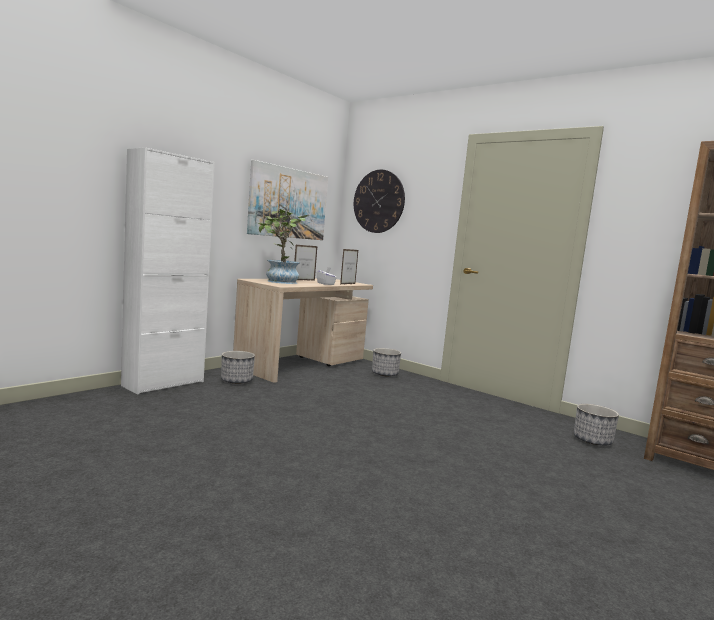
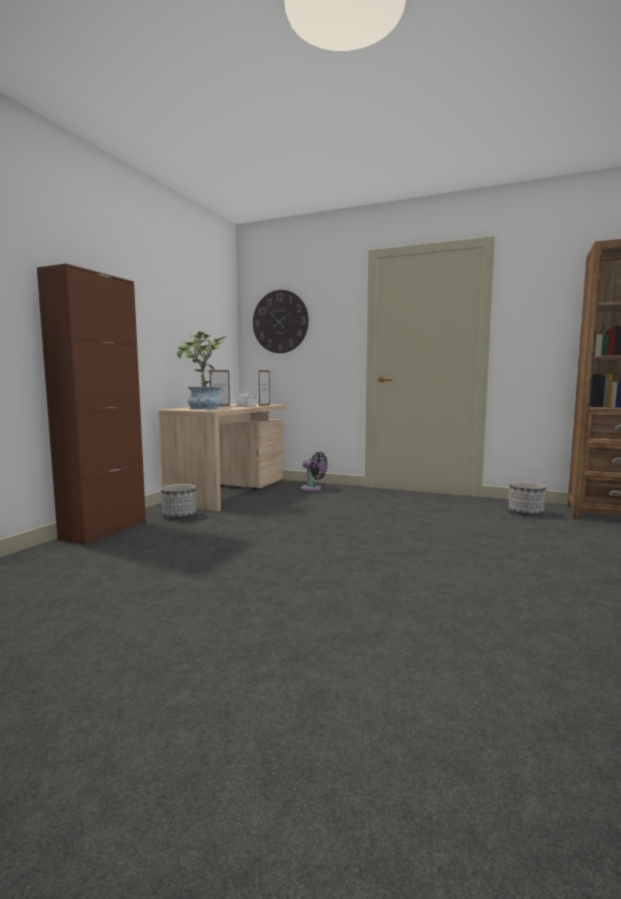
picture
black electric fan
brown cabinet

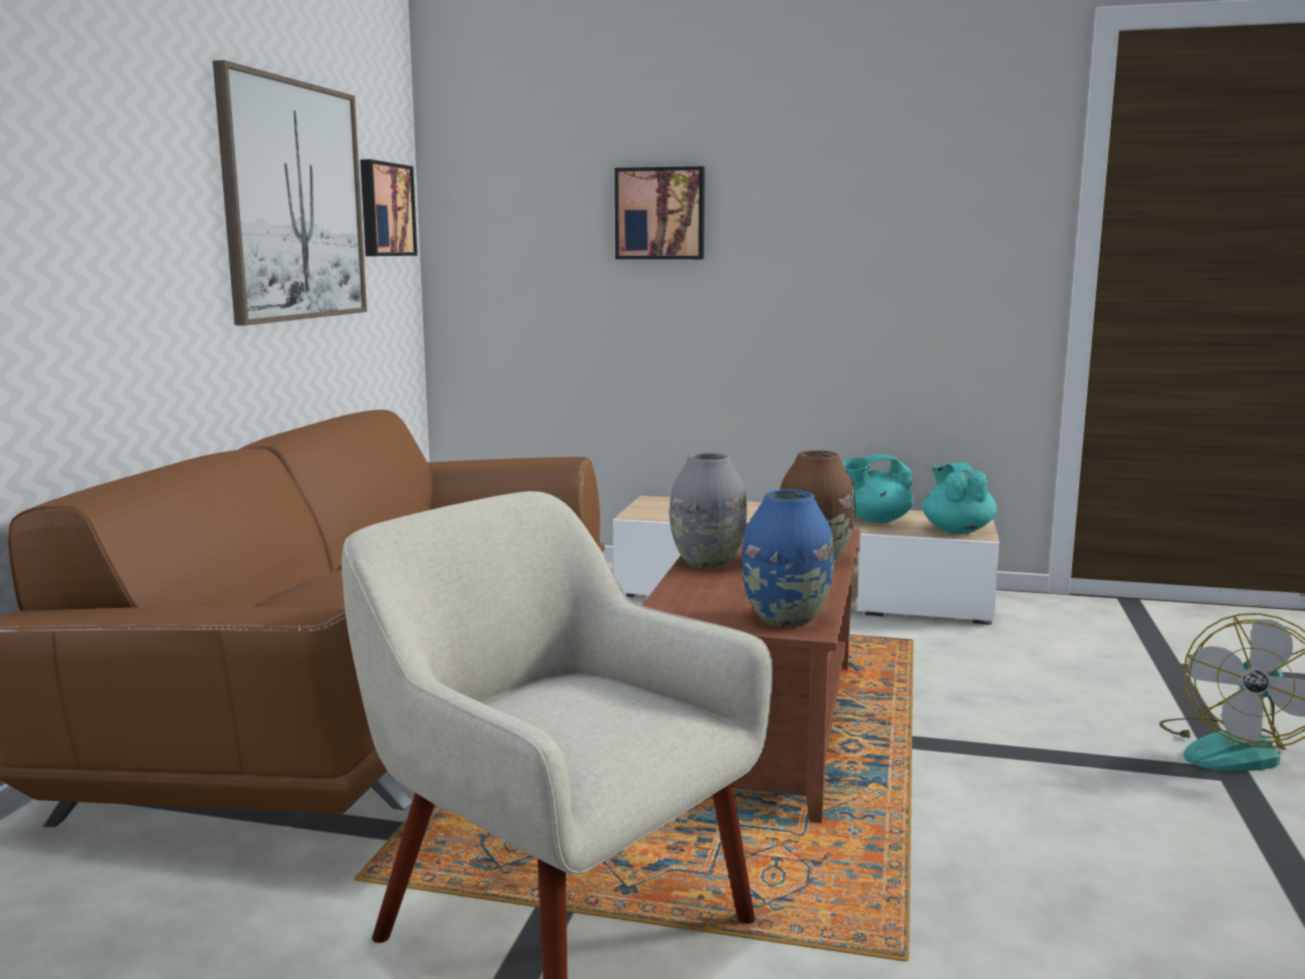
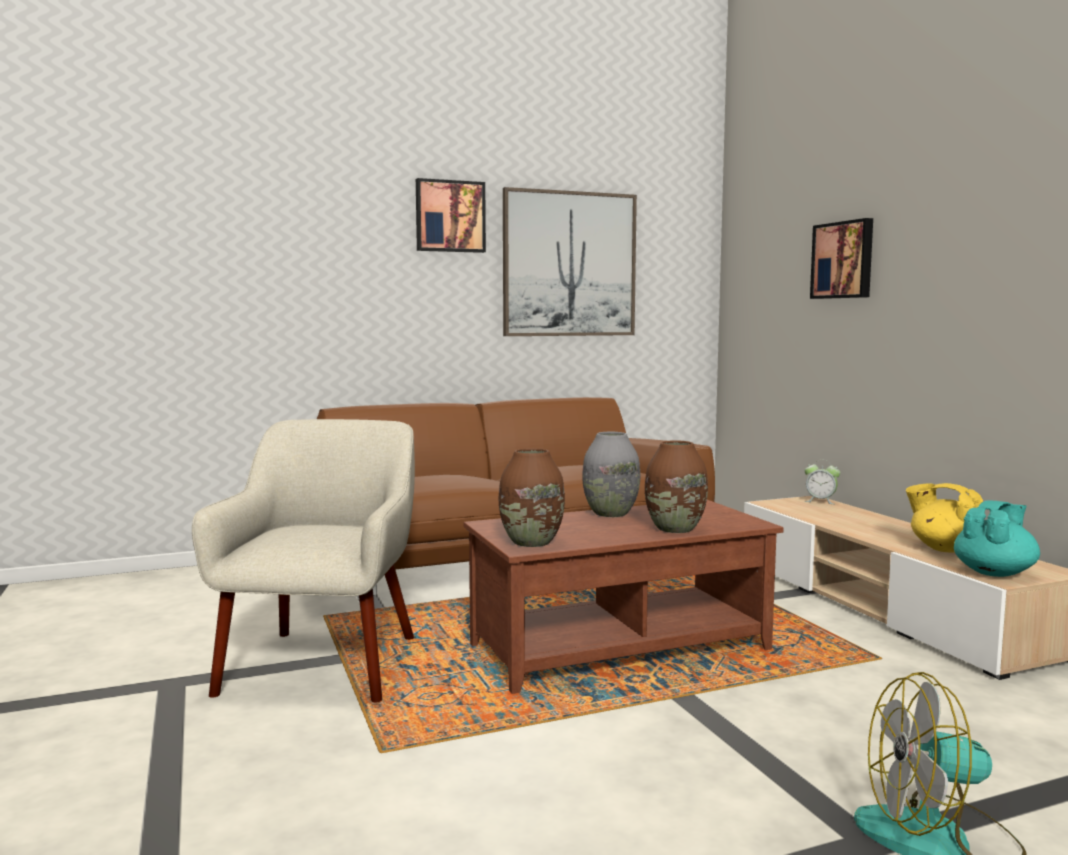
alarm clock
picture (no. 1 from left)
brown decorative vase (no. 1 from left)
yellow-coloured tea pot

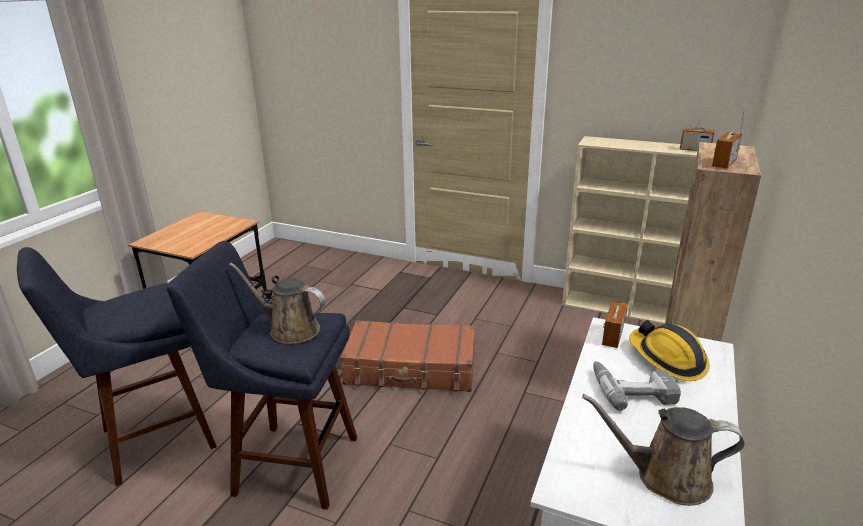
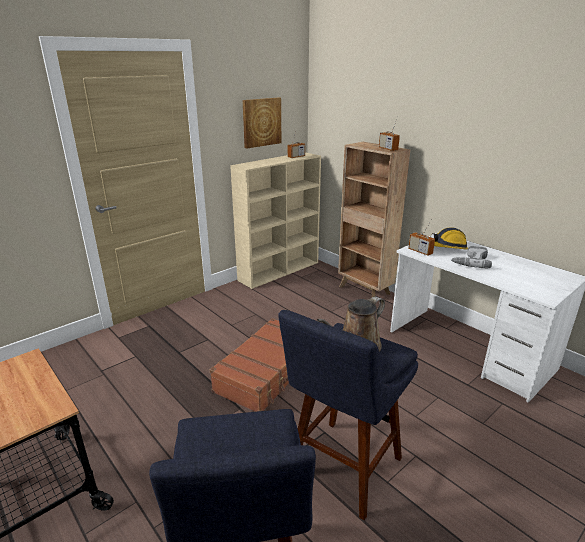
brown sprinkling can (no. 2 from left in the first image)
picture

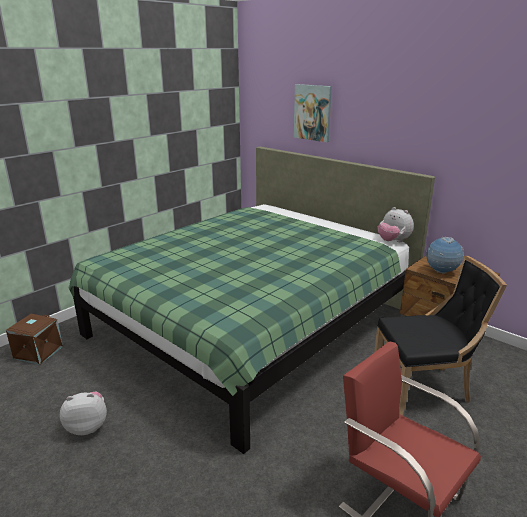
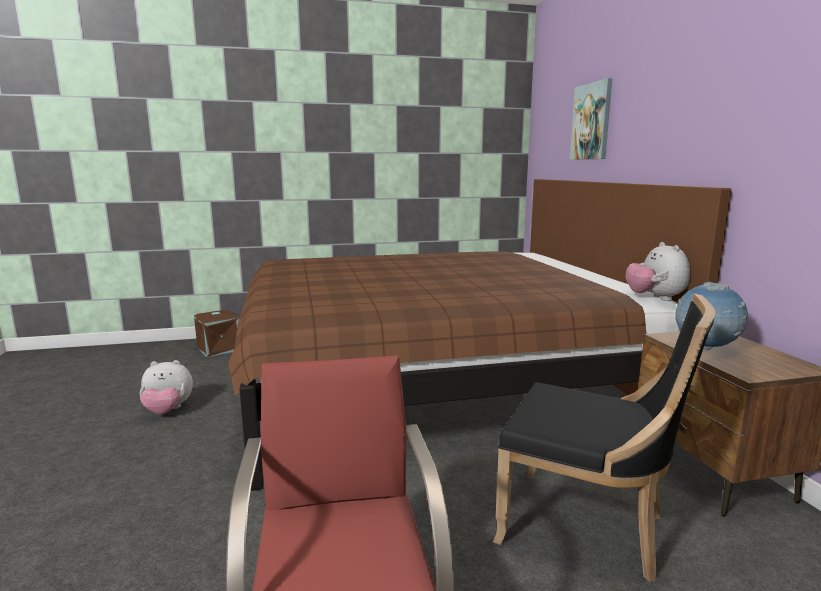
brown bed
cuddly toy (no. 1 from left)

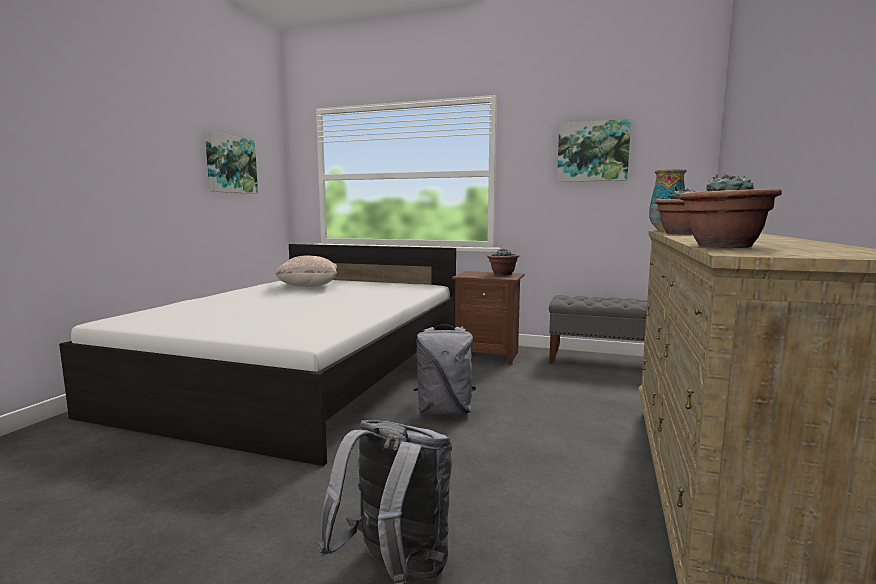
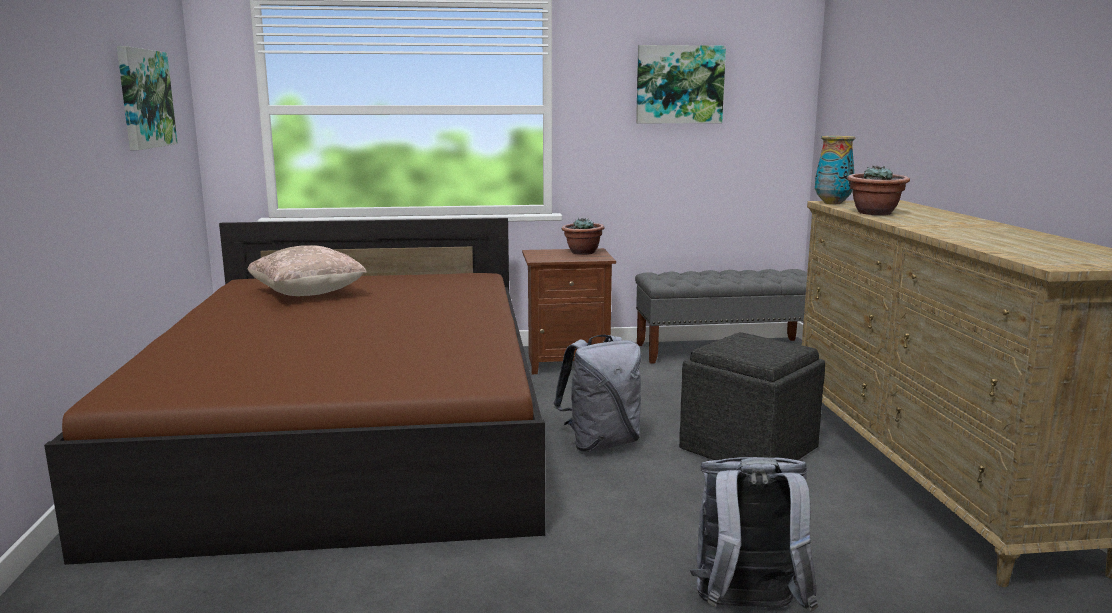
houseplant (no. 3 from left in the first image)
grey pouffe
brown bed

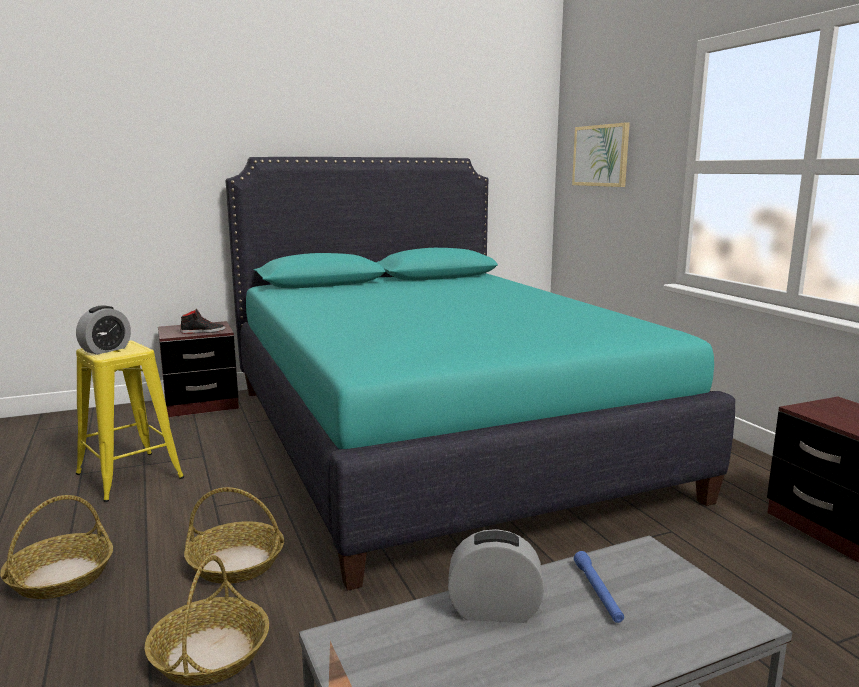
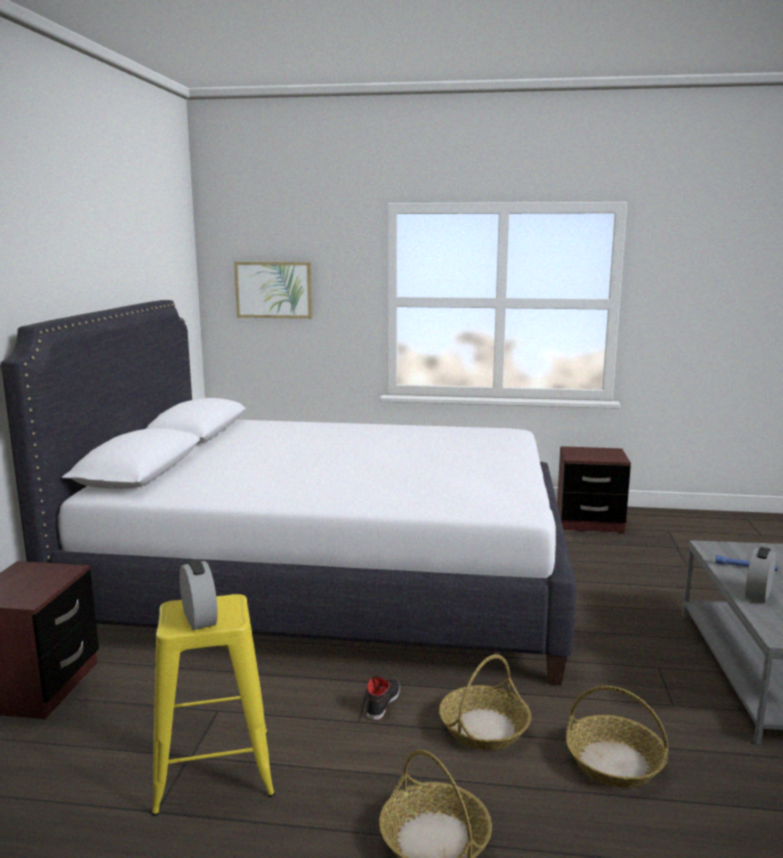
black item of footwear
whitish bed

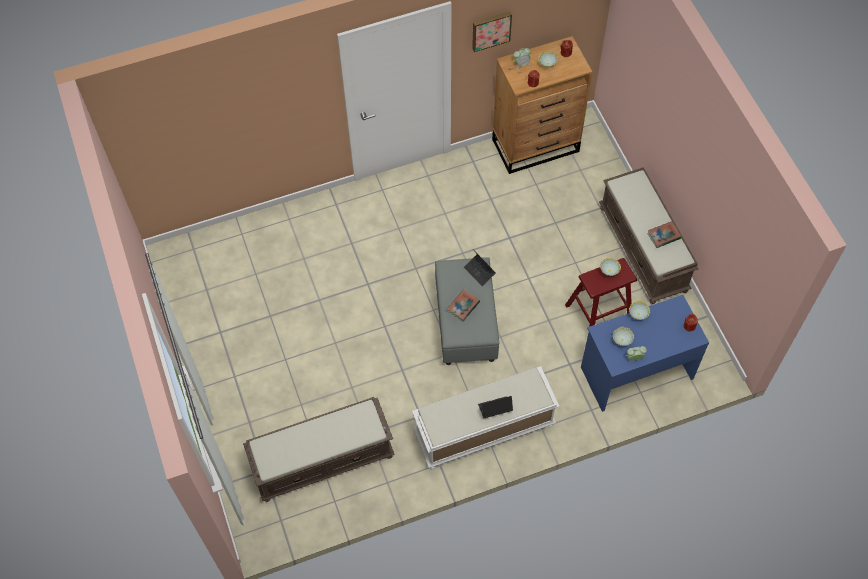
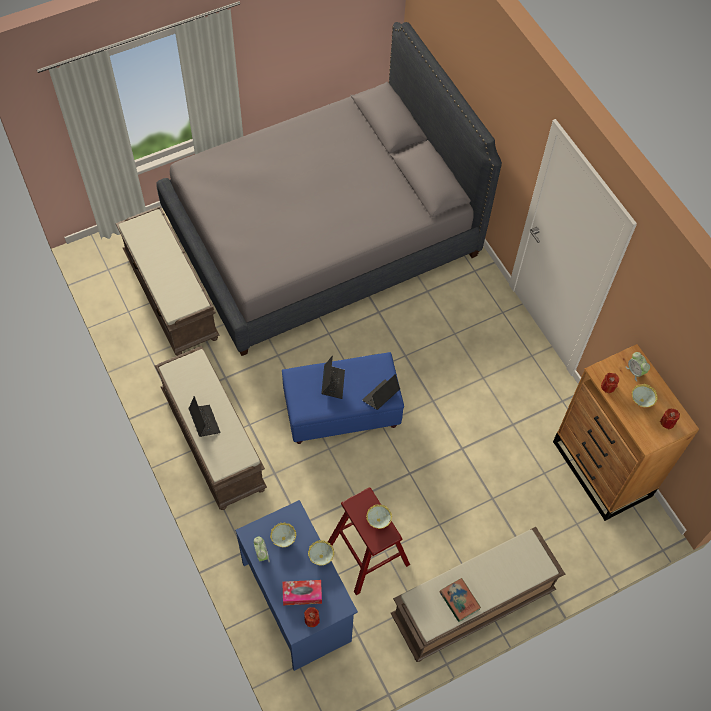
picture
grey bed
tissue box
notebook computer (no. 2 from left)
brown long seat (no. 2 from left)
bluish pouffe

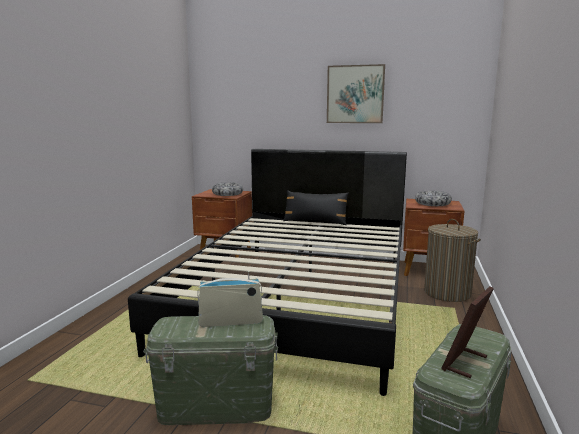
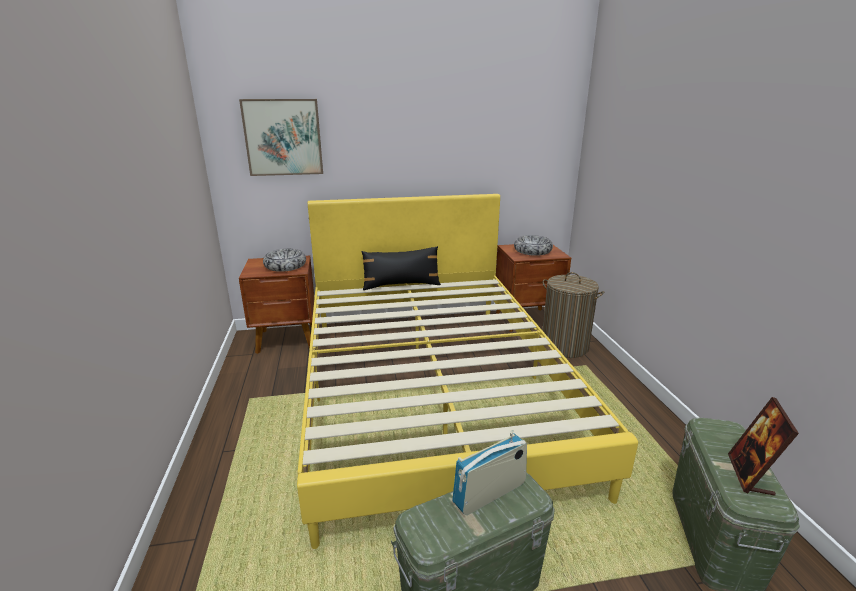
picture
yellow-coloured bed

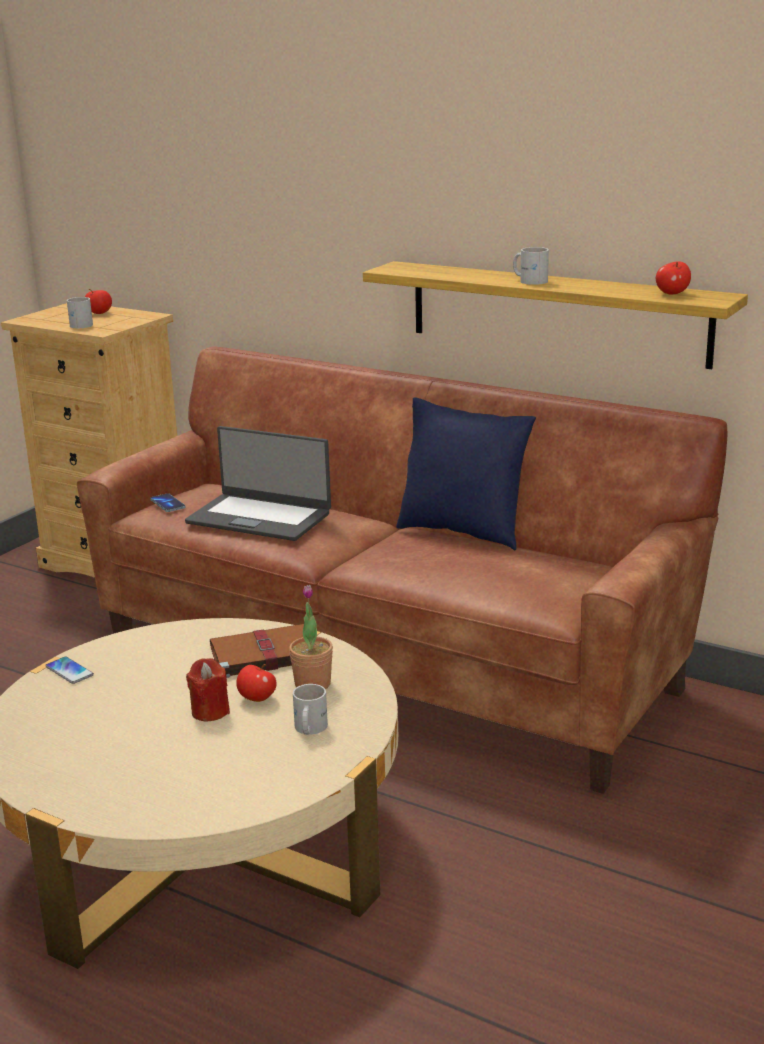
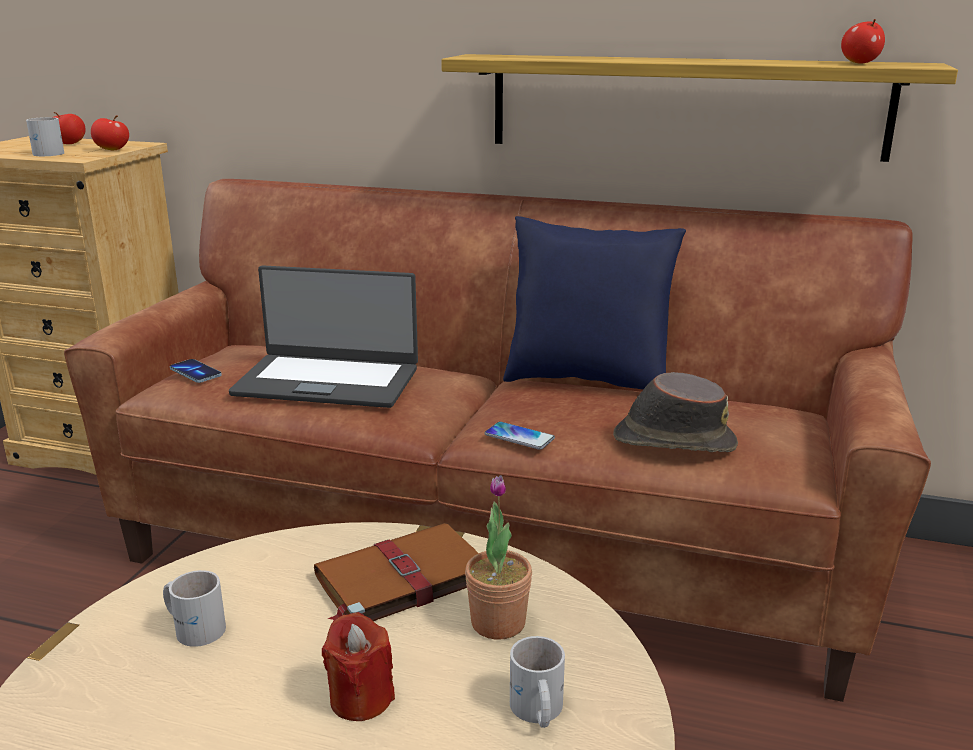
brown clothing hat
phone (no. 2 from left)
apple fruit (no. 2 from left)
whitish tea mug (no. 2 from left)

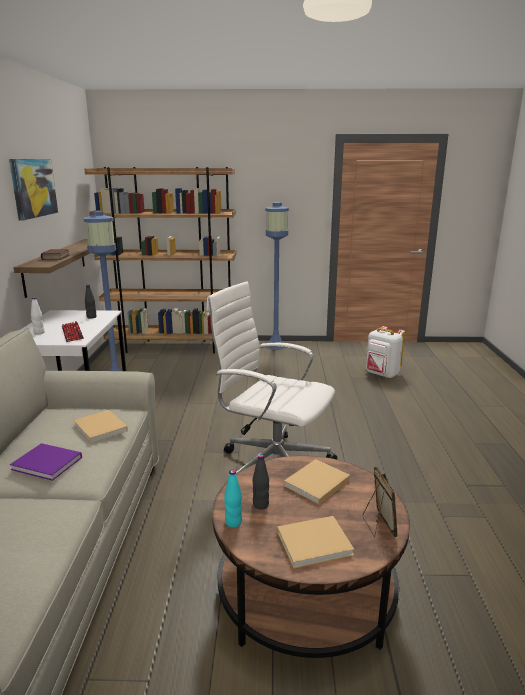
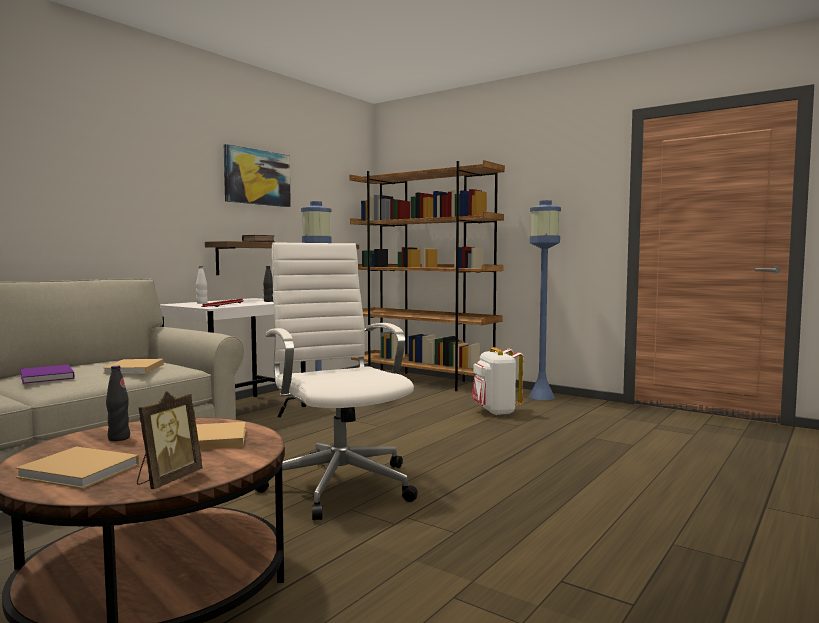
turquoise drink bottle
whitish knapsack

